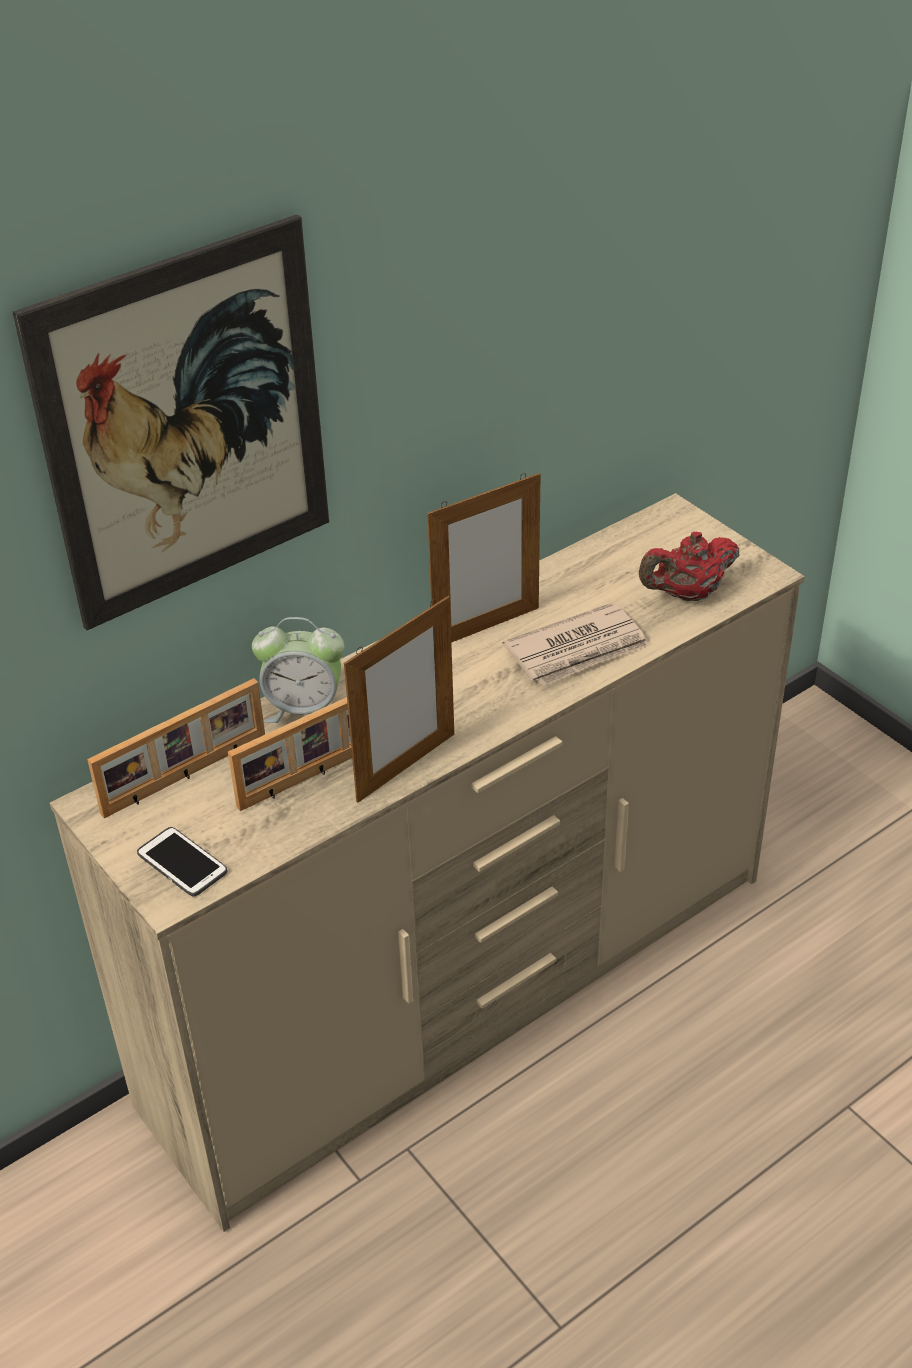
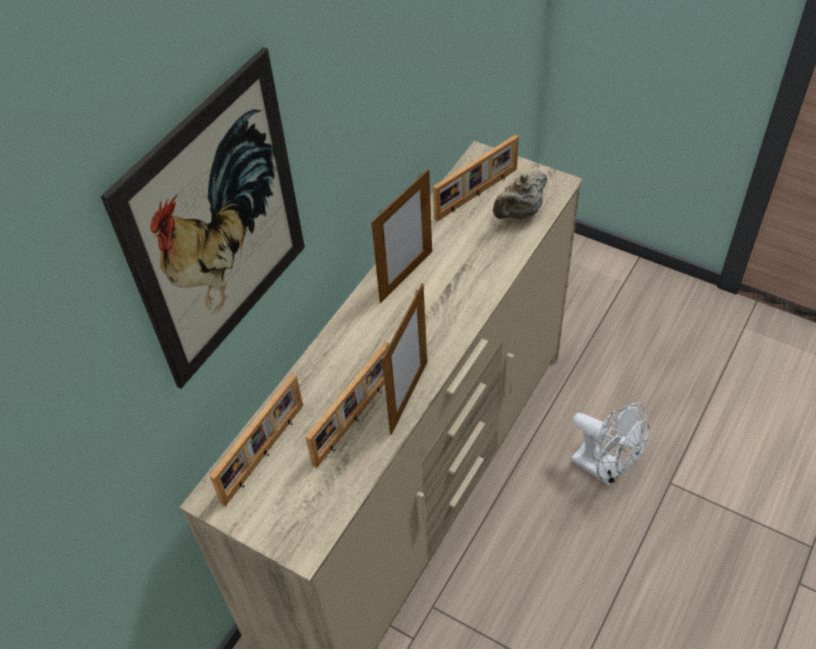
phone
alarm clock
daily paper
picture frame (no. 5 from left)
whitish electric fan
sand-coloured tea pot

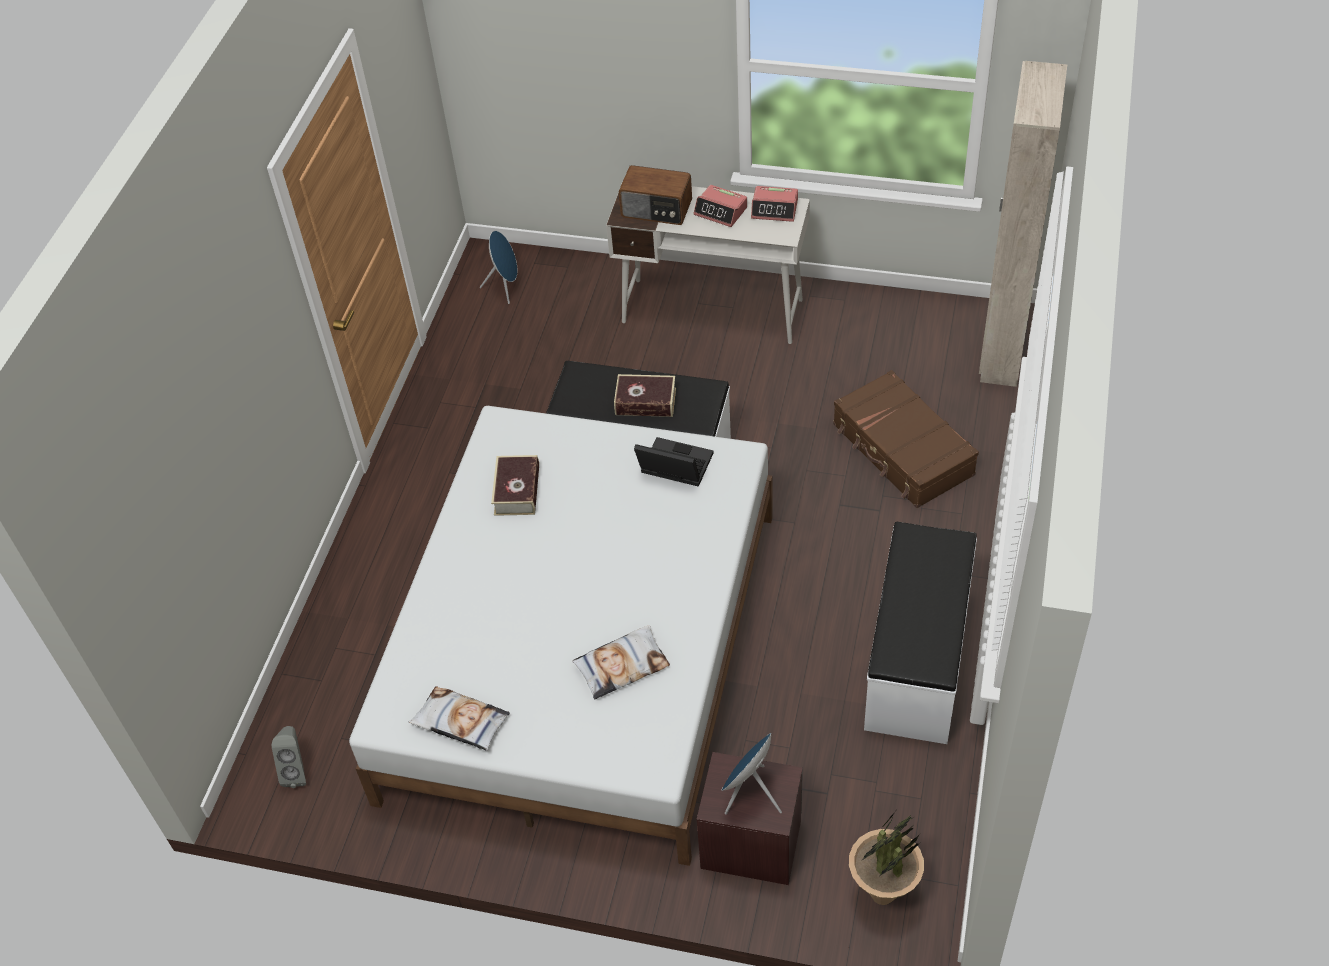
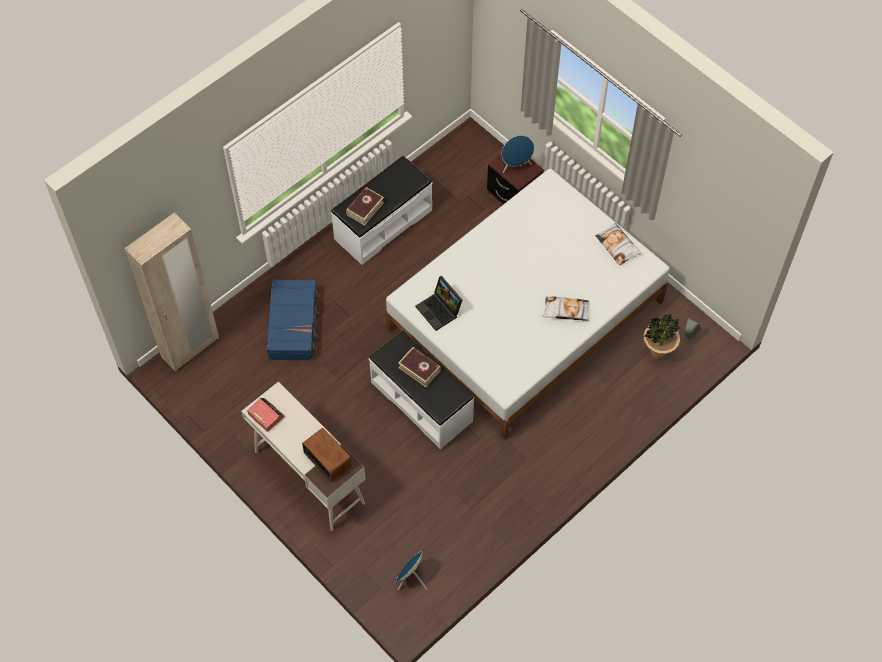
alarm clock (no. 1 from left in the first image)
volume (no. 1 from left)
cushion (no. 1 from left)
houseplant
bluish travel case

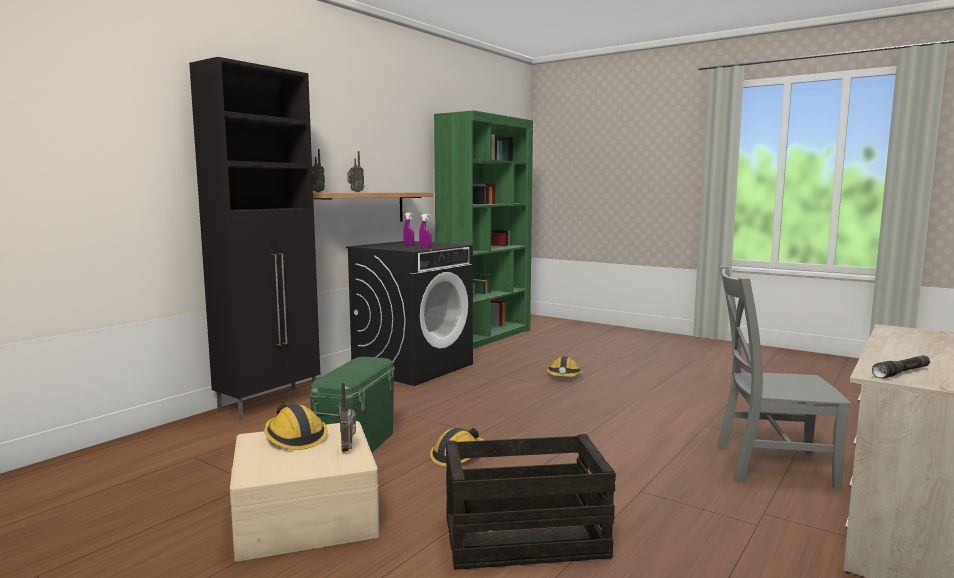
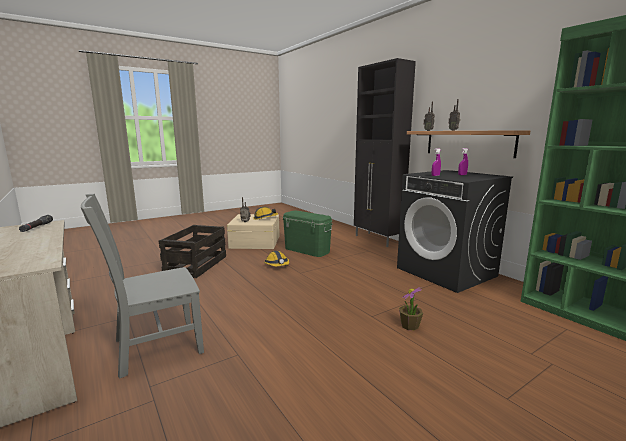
houseplant
grey plain chair

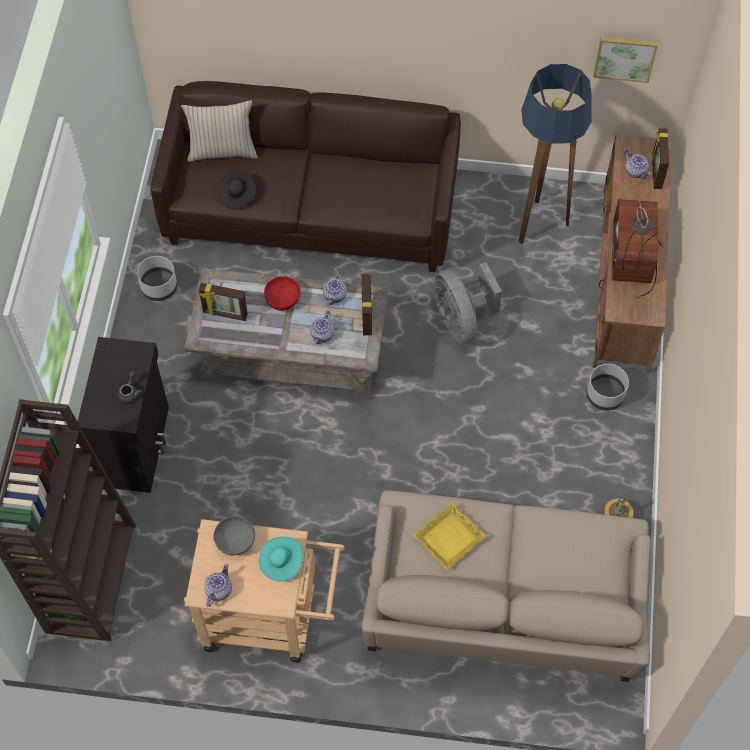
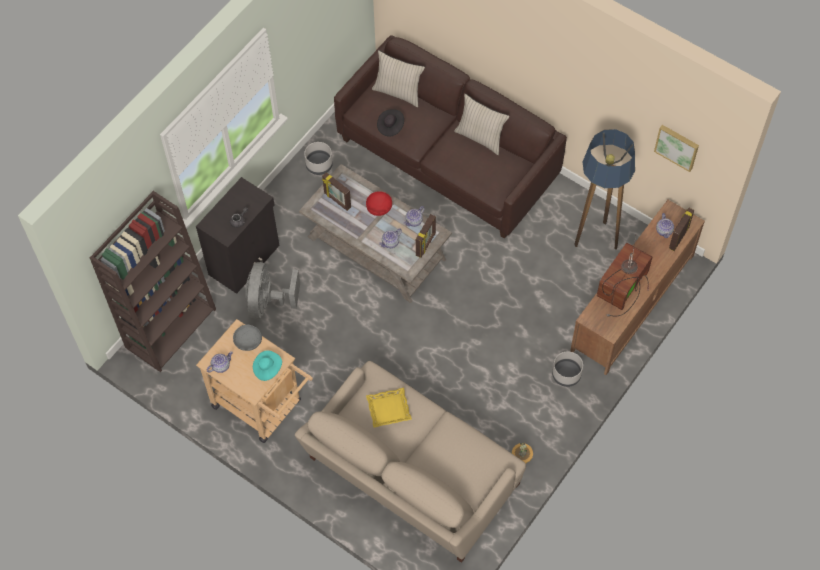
sand-coloured cushion (no. 2 from left)
grey electric fan

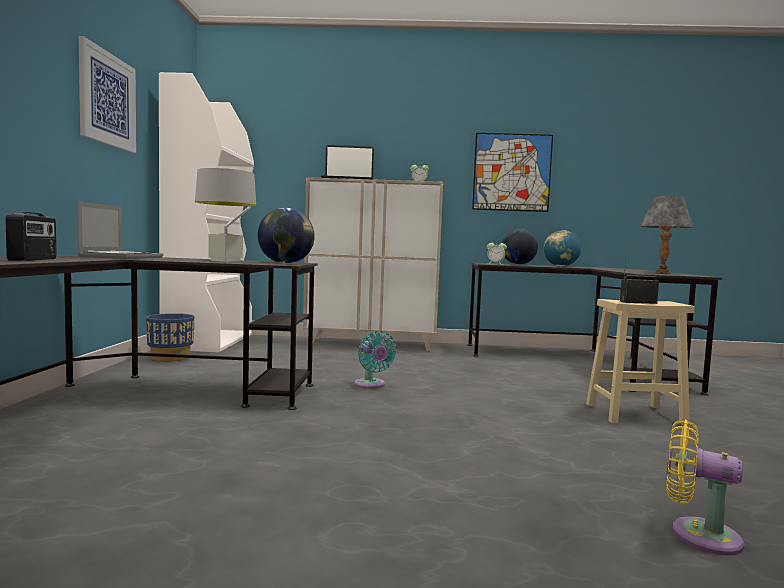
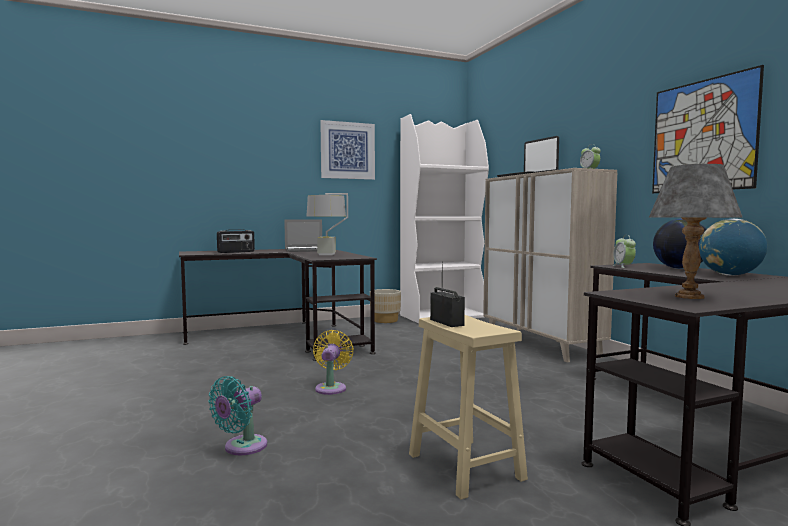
desk globe (no. 1 from left in the first image)
turquoise electric fan
yellow-coloured electric fan
sand-coloured flower pot

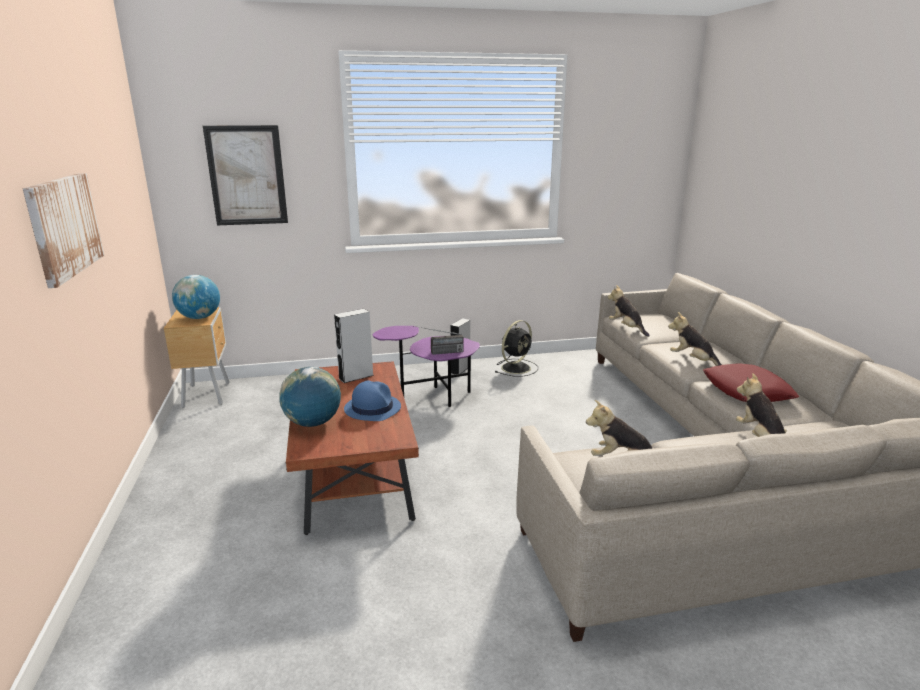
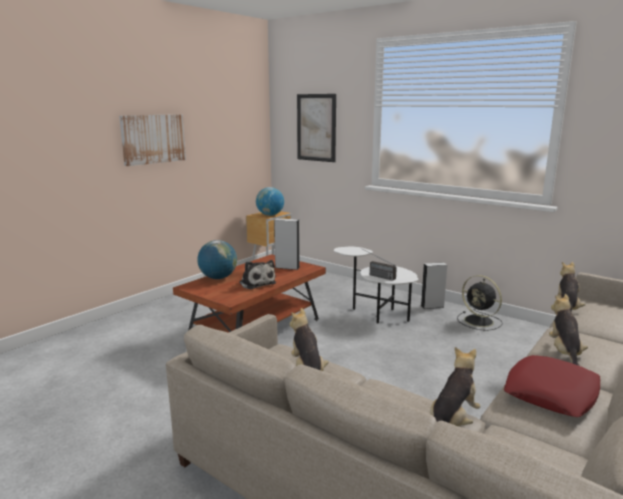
cuddly toy (no. 1 from left)
whitish end table
black electric fan

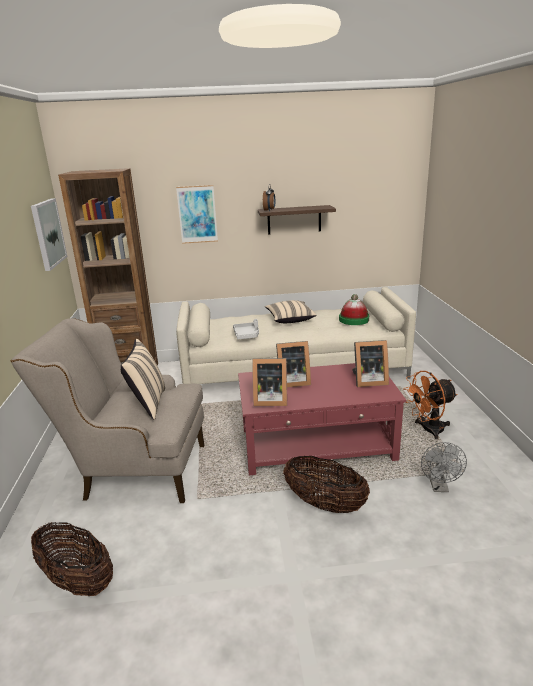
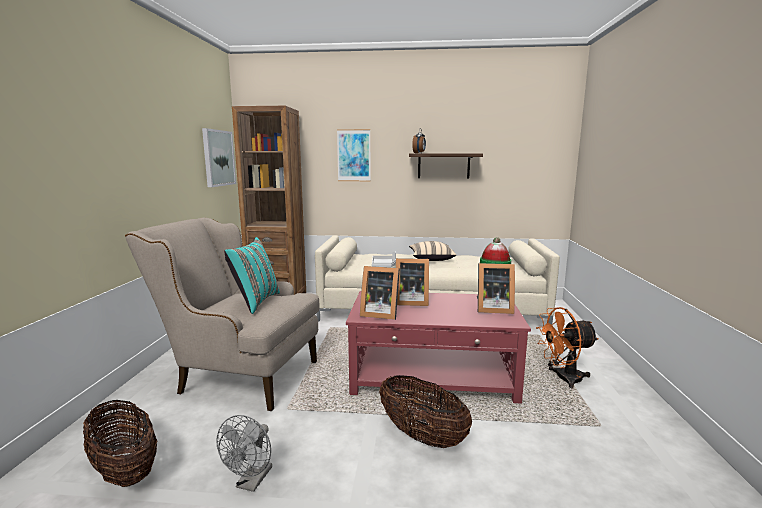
grey electric fan
turquoise cushion

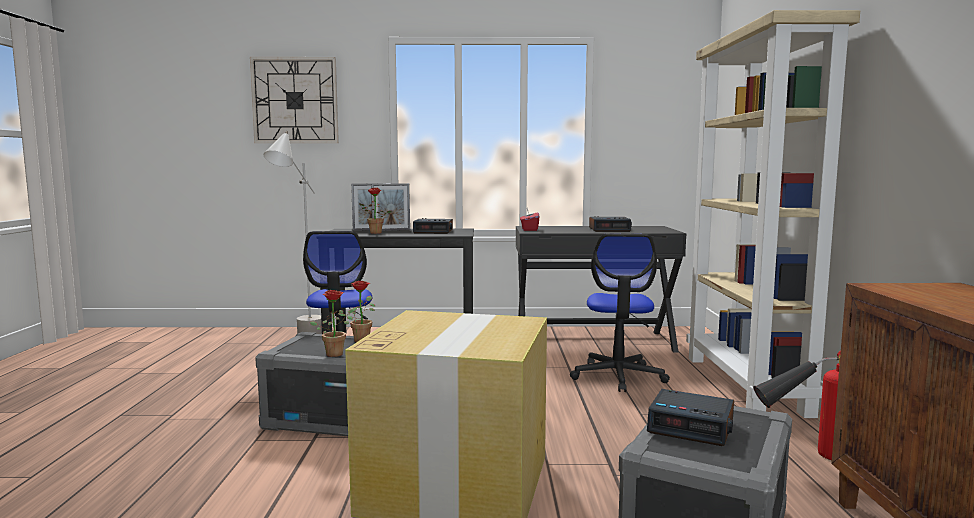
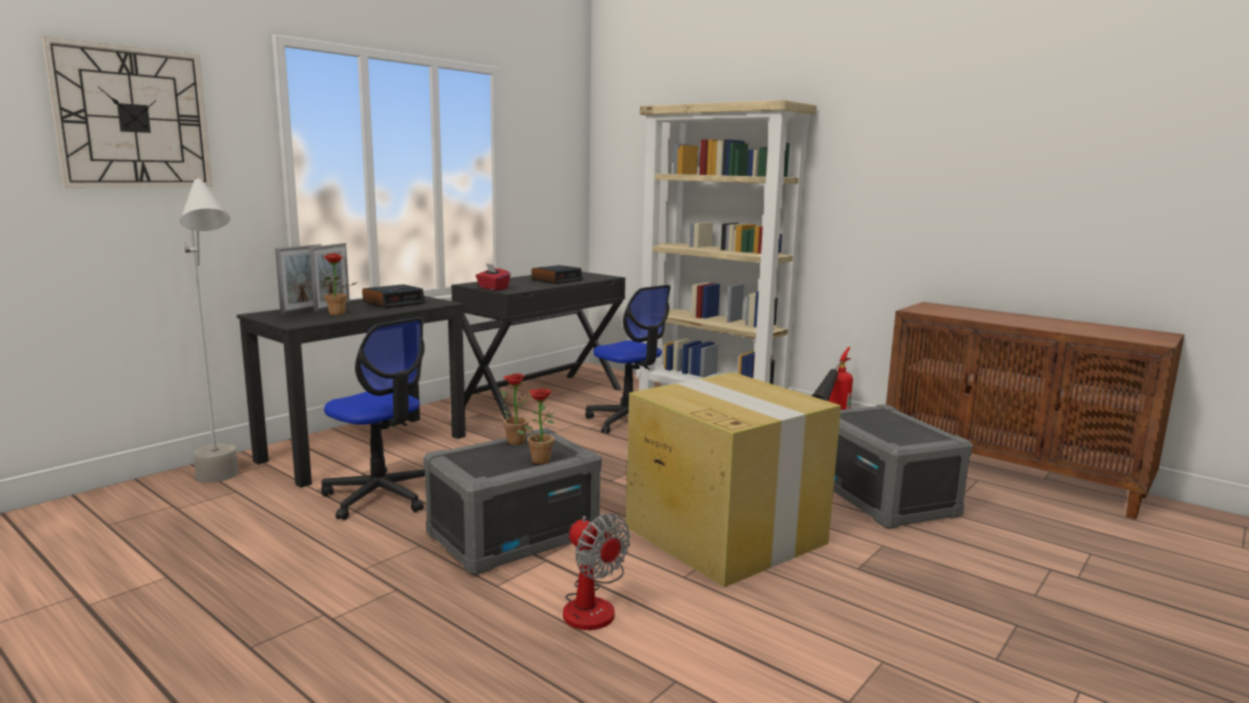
alarm clock (no. 3 from left in the first image)
electric fan

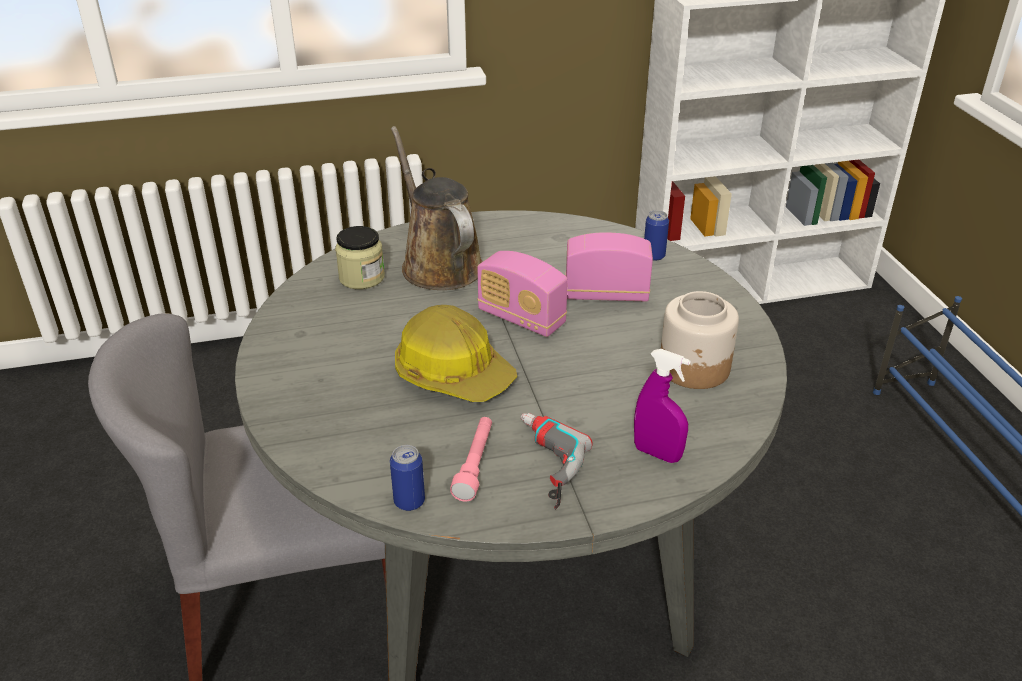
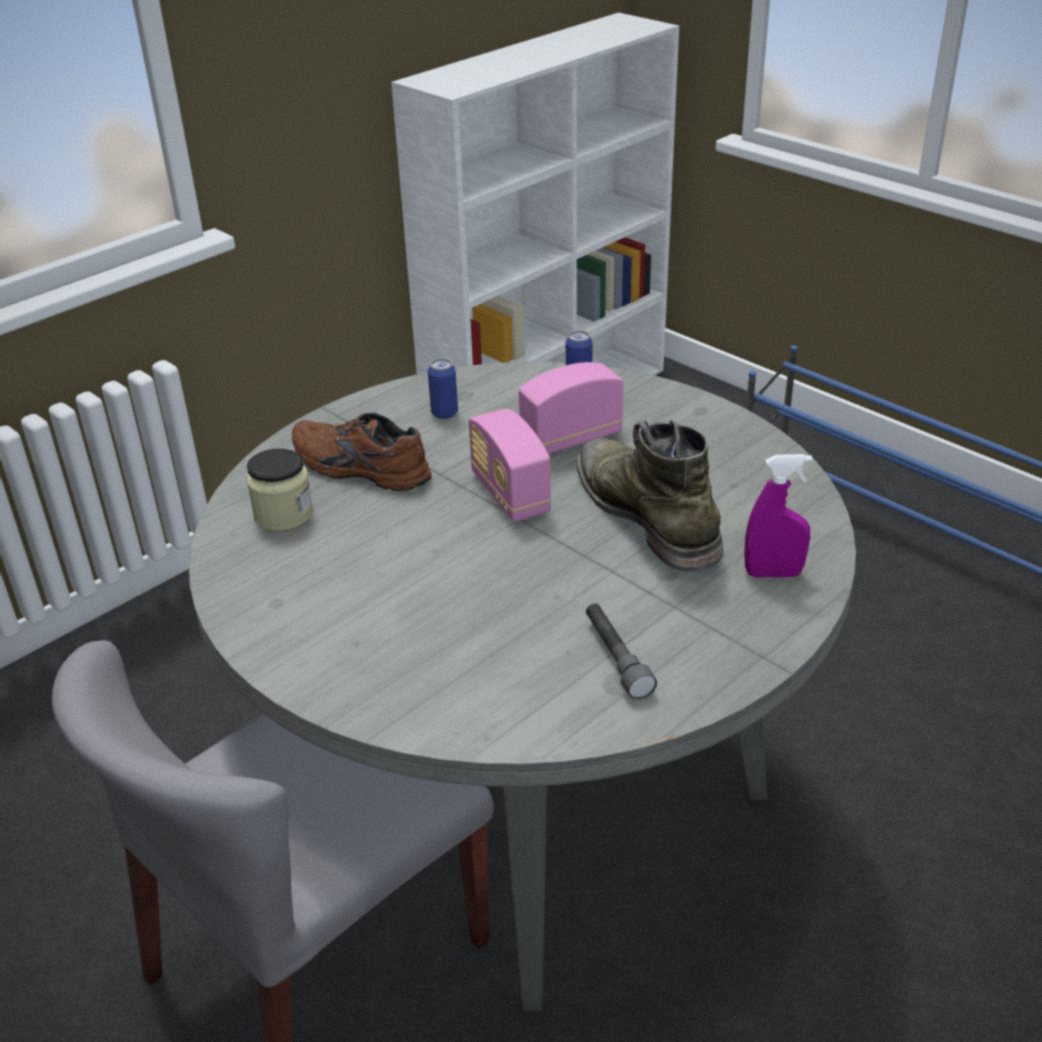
hard hat
electric drill
jar (no. 2 from left in the first image)
greenish boot
sealed can (no. 1 from left)
brown item of footwear
grey flashlight
radio set (no. 1 from left)

